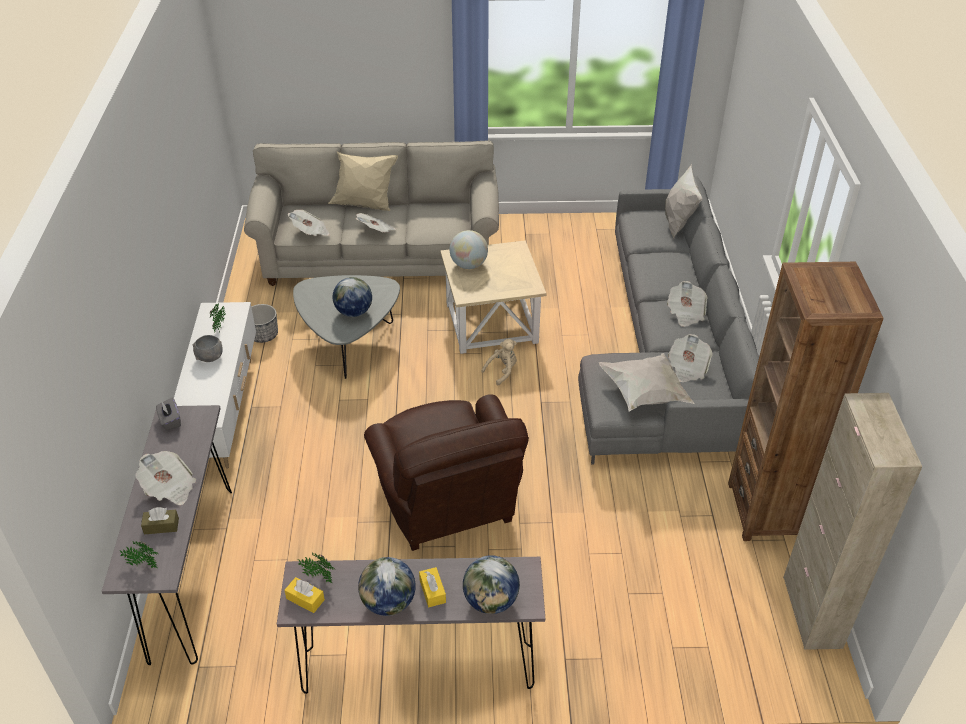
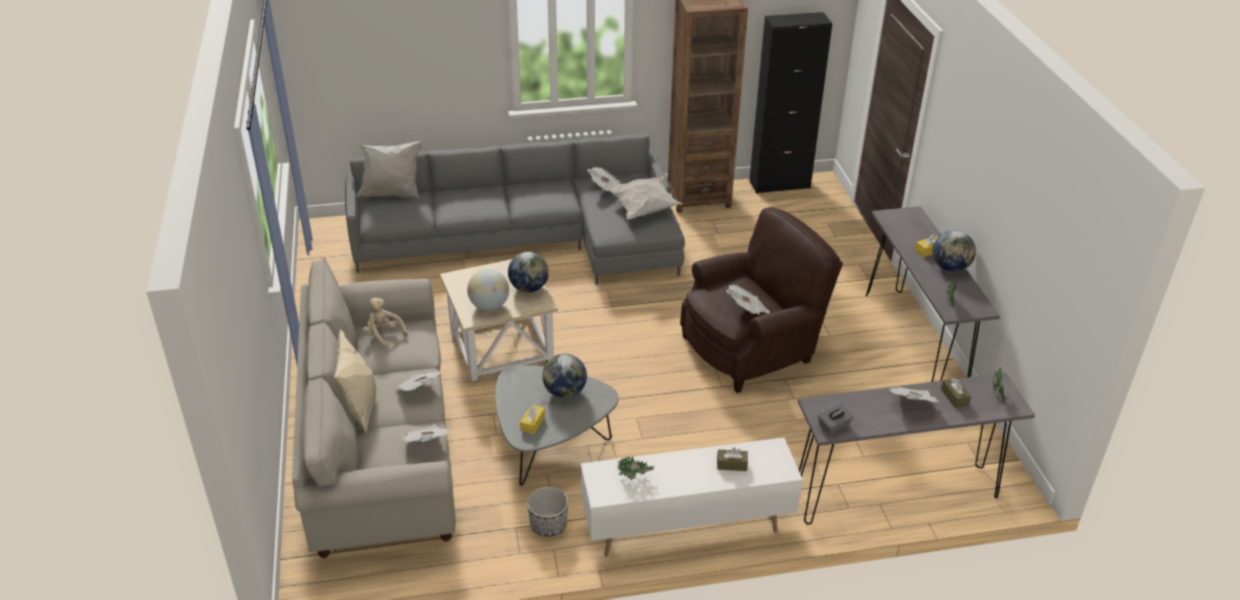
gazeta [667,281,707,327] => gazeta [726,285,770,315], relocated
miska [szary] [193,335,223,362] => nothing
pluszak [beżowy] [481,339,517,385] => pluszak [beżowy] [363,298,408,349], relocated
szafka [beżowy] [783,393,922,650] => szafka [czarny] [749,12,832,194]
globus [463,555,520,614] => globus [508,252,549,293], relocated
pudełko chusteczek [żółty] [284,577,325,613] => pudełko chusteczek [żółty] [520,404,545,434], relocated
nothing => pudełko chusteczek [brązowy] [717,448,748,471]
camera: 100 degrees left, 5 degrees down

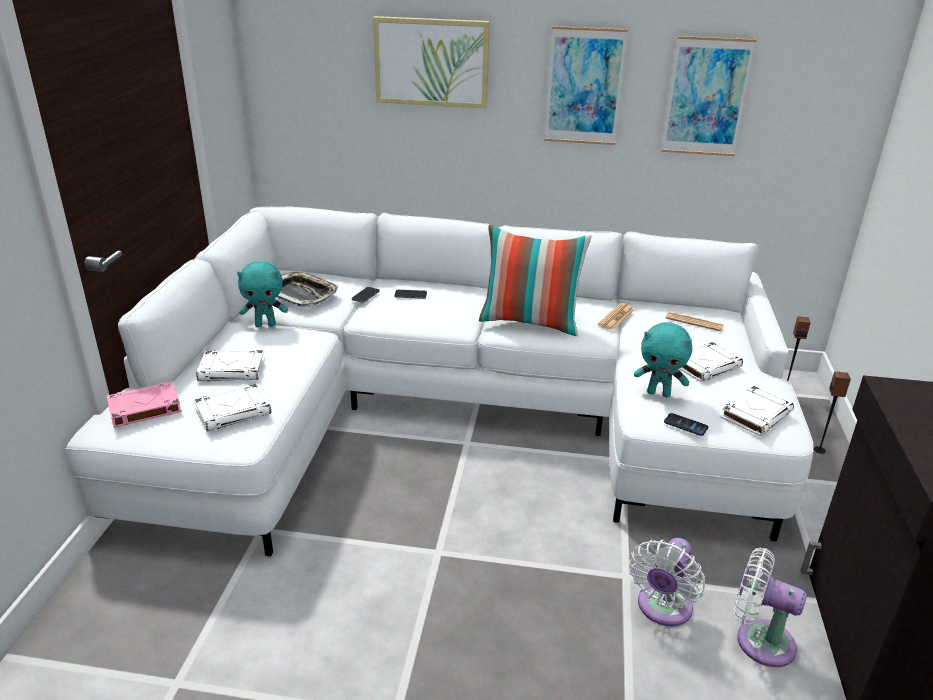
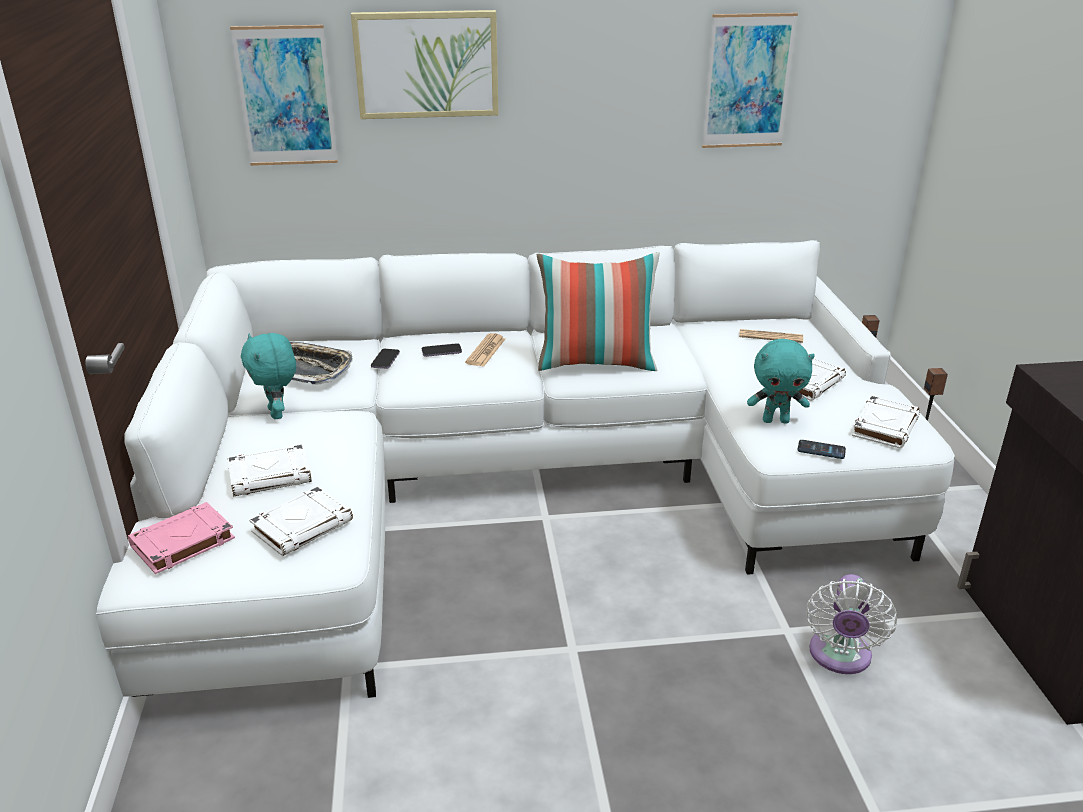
obraz [544,26,628,145] => obraz [230,25,338,166], relocated
pluszak [turkusowy] [237,261,288,327] => pluszak [turkusowy] [241,333,296,419], 90 degrees clockwise
gazeta [598,303,634,330] => gazeta [465,333,505,366], relocated
wentylator [biały] [734,548,807,667] => nothing
camera: 15 degrees left, 0 degrees up

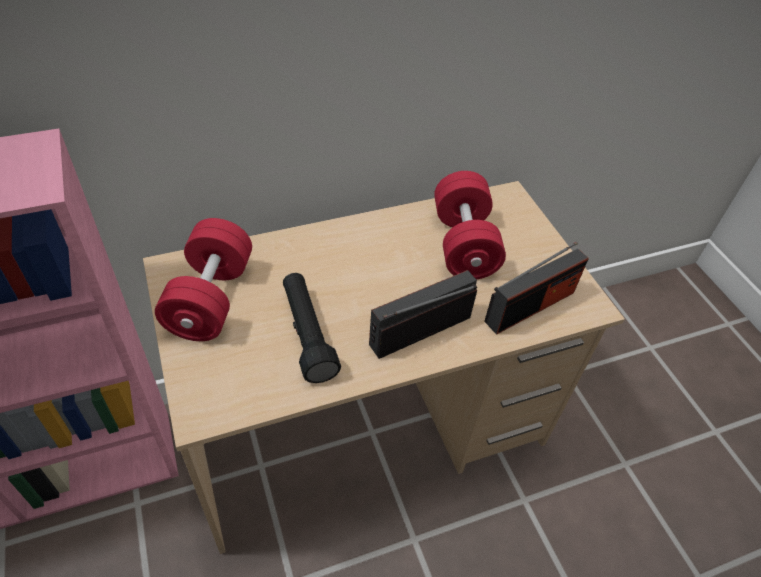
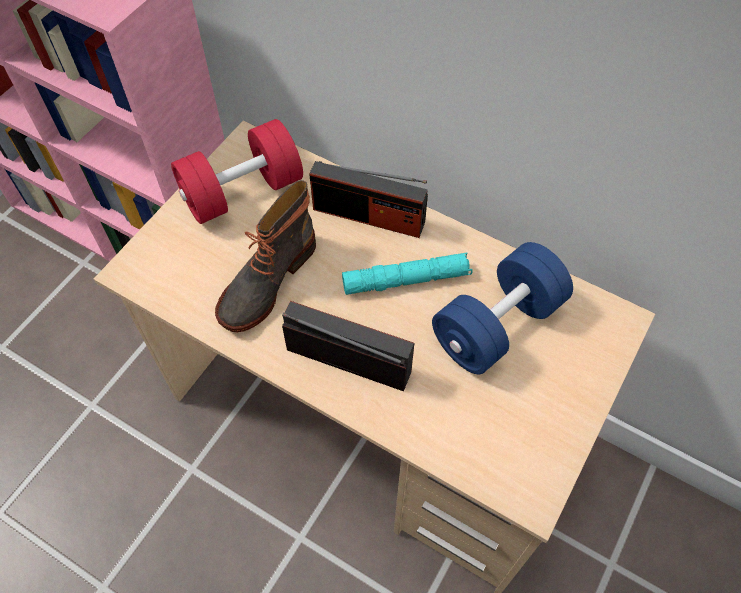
hantel [czerwony] [434,171,506,279] => hantel [niebieski] [432,242,573,375]
radio [484,242,589,335] => radio [309,161,428,238], relocated
latarka [czarny] [283,273,341,383] => but z cholewką [215,180,316,332]
nothing => latarka [turkusowy] [342,253,473,295]
camera: 55 degrees right, 10 degrees up

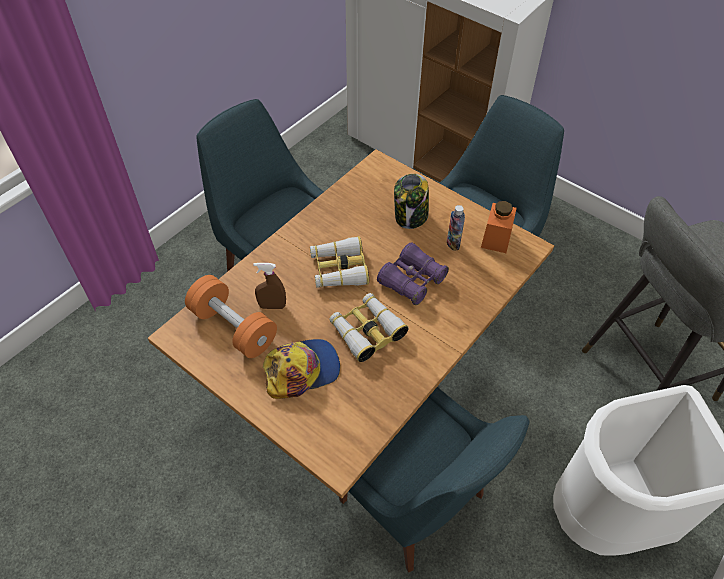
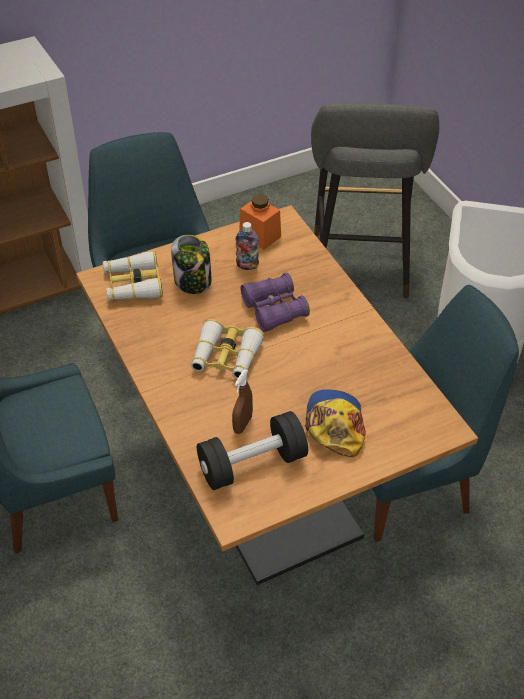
hantel [pomarańczowy] [185,275,277,358] => hantel [czarny] [197,411,308,490]
lornetka [329,293,409,362] => lornetka [103,251,163,301], relocated
camera: 65 degrees left, 5 degrees down

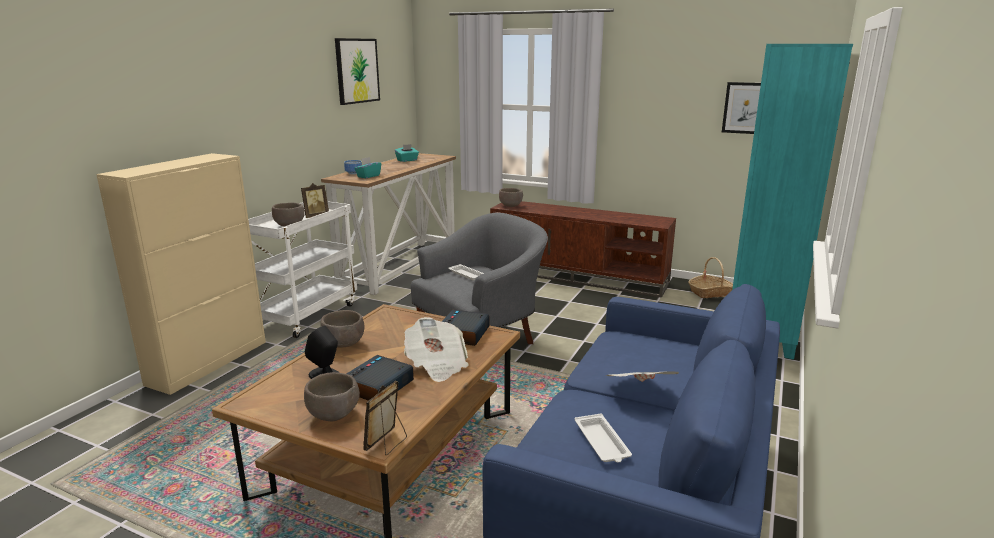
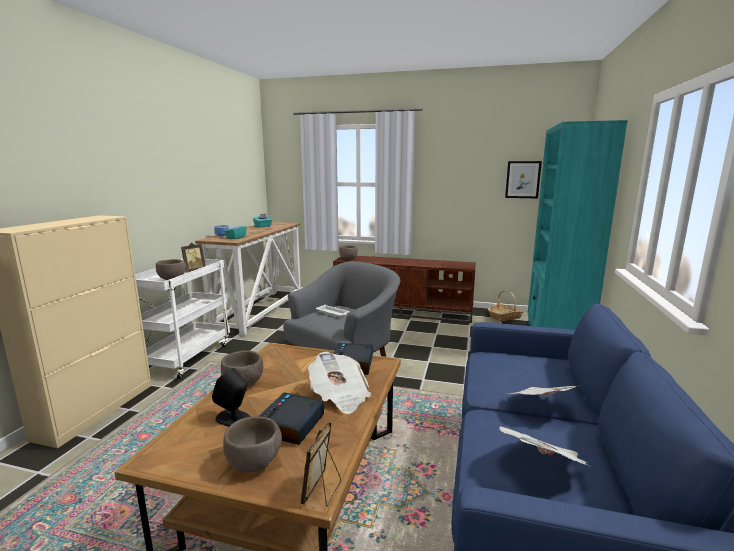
obraz [335,38,380,105] => nothing
taca [biały] [575,414,632,463] => gazeta [499,426,591,467]
camera: 10 degrees left, 5 degrees down

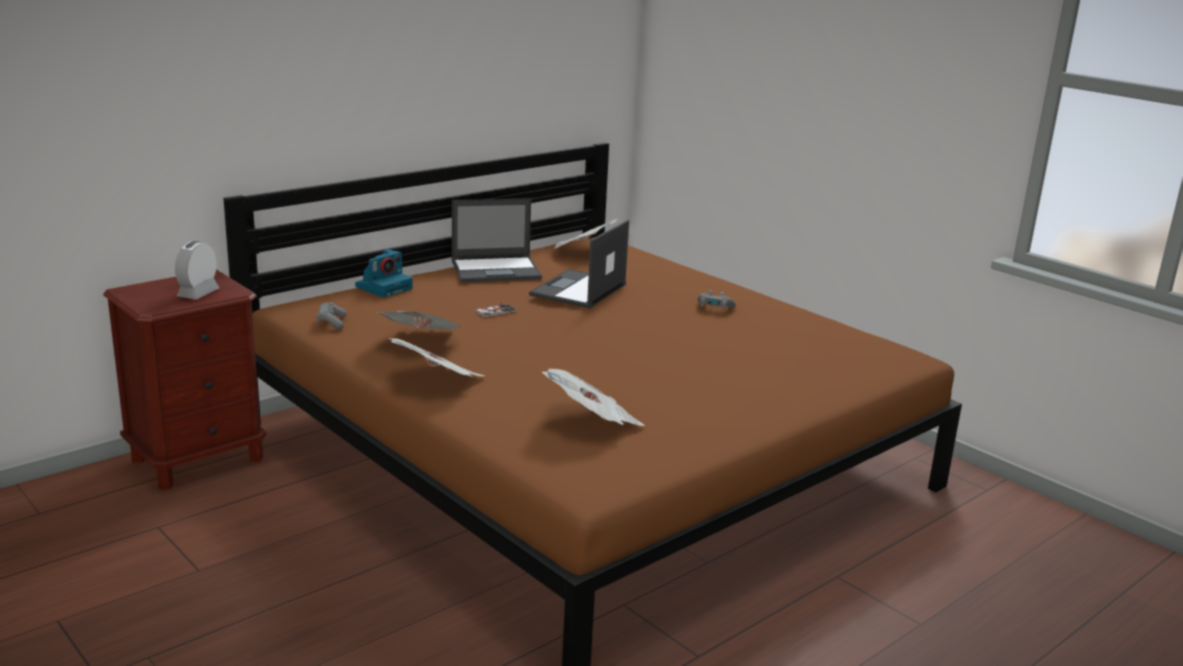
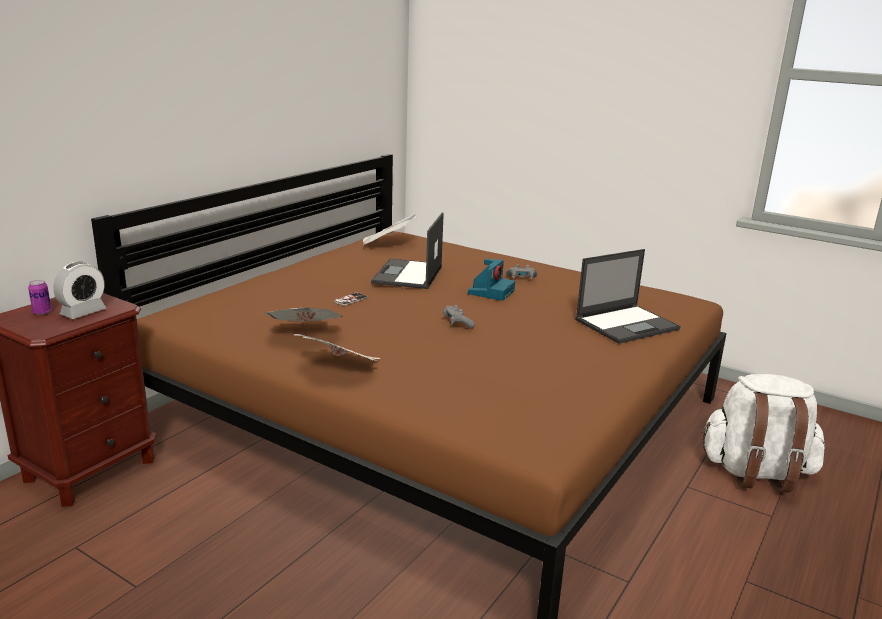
laptop [452,198,542,283] => laptop [575,249,681,344], relocated
budzik [175,241,219,299] => budzik [53,261,106,319], 150 degrees counterclockwise
aparat fotograficzny [355,249,413,297] => aparat fotograficzny [468,258,515,301], relocated
pad do gier [szary] [316,302,347,330] => pad do gier [szary] [443,305,475,329], relocated
gazeta [542,369,645,426] => nothing
nothing => puszka [28,280,51,315]
nothing => plecak [biały] [701,374,825,493]
camera: 15 degrees left, 0 degrees up

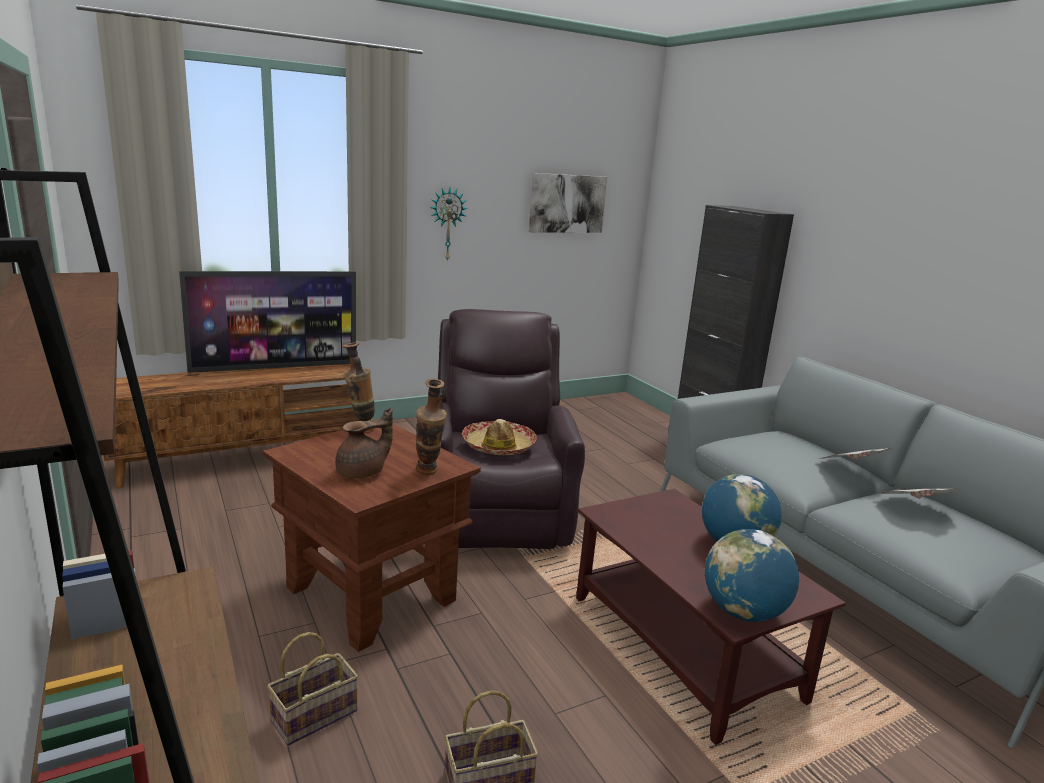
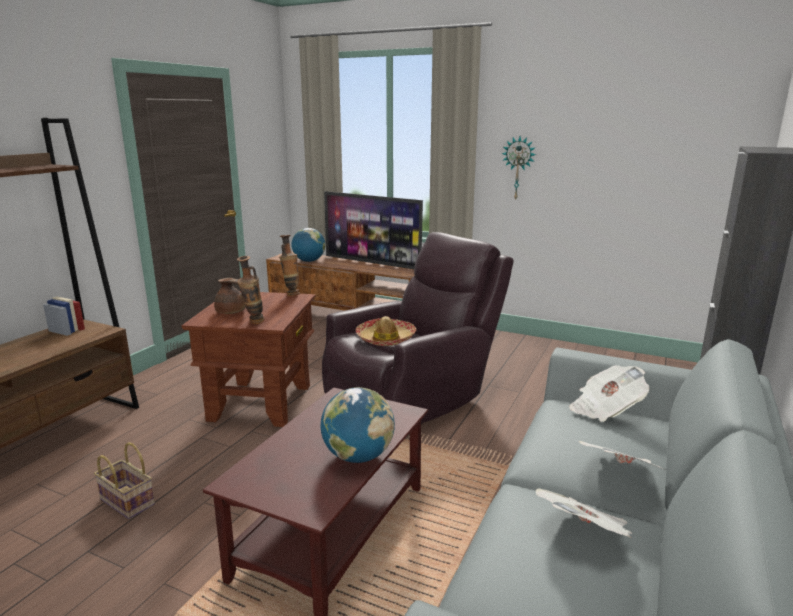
obraz [529,173,607,233] => nothing
globus [705,529,799,622] => globus [291,228,325,262], relocated
koszyk [267,632,358,746] => nothing
nothing => gazeta [569,365,649,422]
camera: 55 degrees right, 0 degrees up

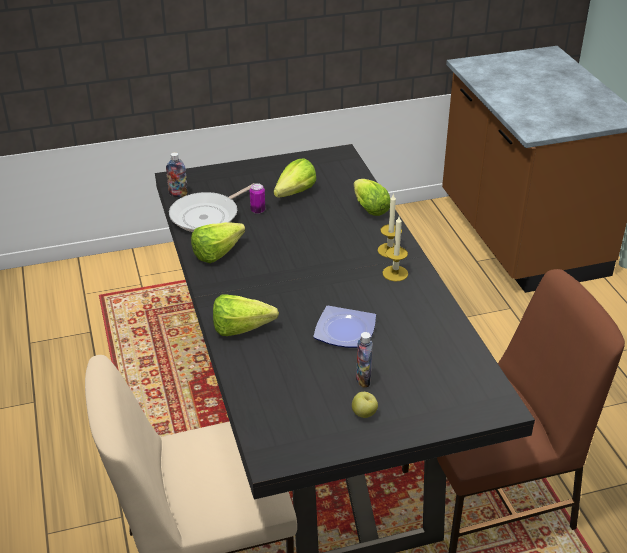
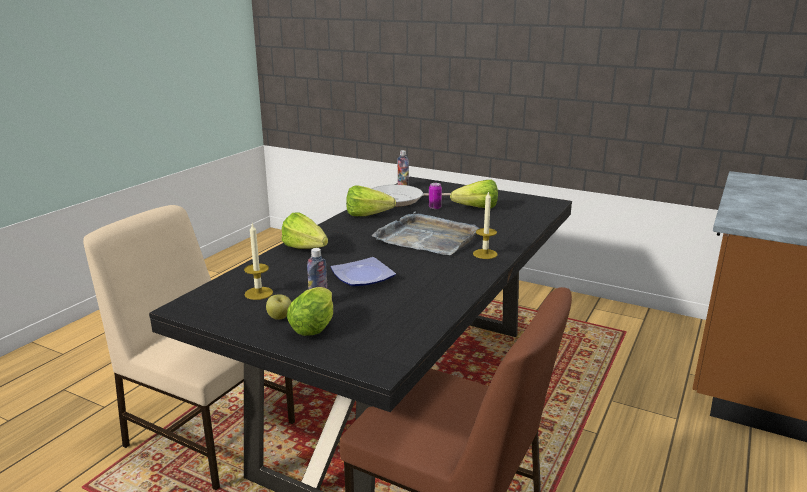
sałata [354,179,390,216] => sałata [287,287,333,336], relocated
świeca [382,216,408,281] => świeca [244,224,273,300], relocated
nothing => taca [szary] [372,212,480,255]
camera: 45 degrees right, 15 degrees down

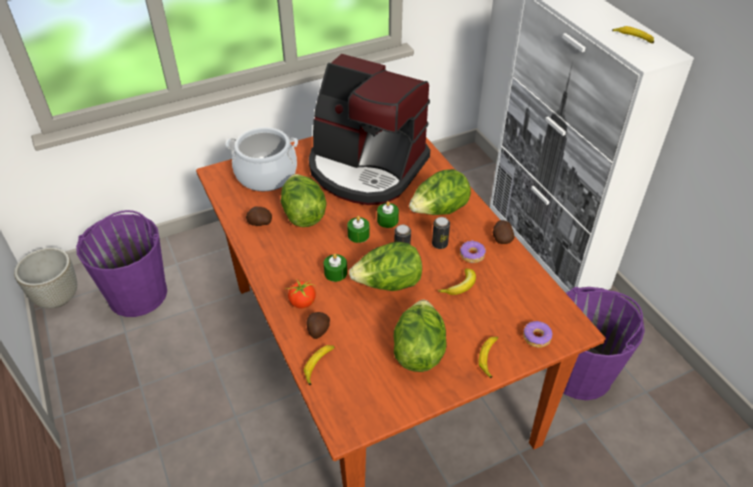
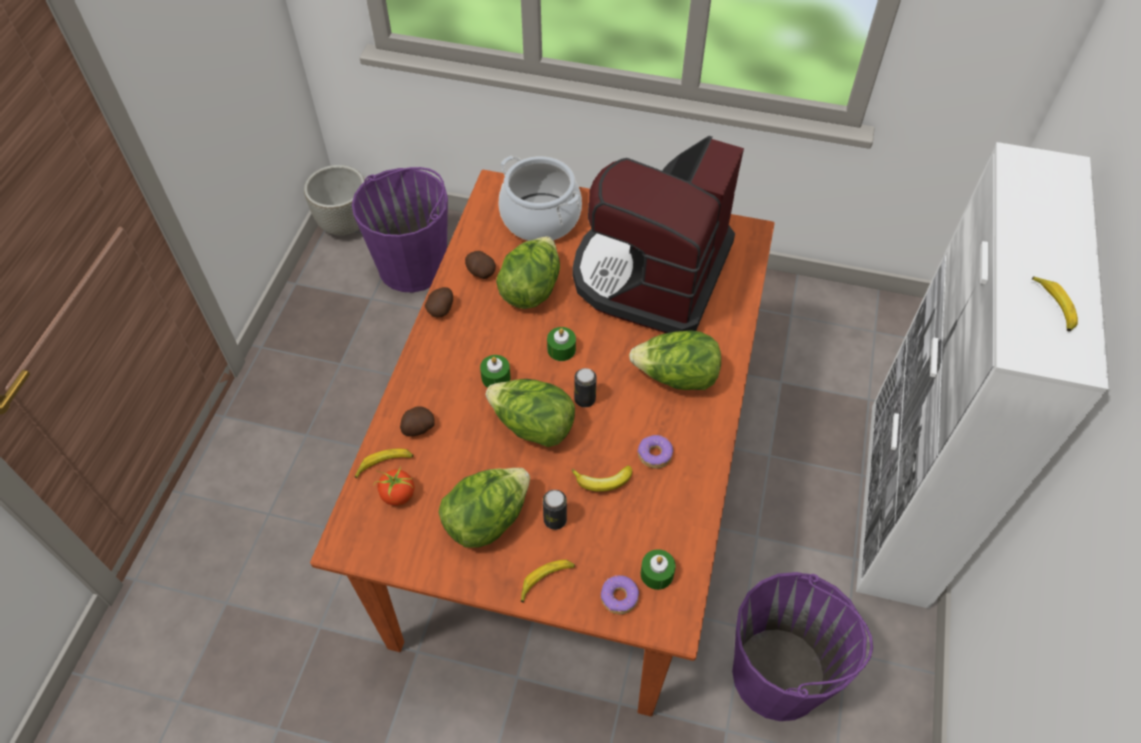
ekspres do kawy [309,54,430,205] => ekspres do kawy [572,136,744,333], 45 degrees clockwise
świeca [zielony] [377,201,399,228] => świeca [zielony] [641,549,676,590], relocated
puszka [432,217,450,249] => puszka [543,490,567,530], relocated
ziemniak [493,220,514,244] => ziemniak [425,287,453,317], relocated
pomidor [285,279,316,308] => pomidor [375,466,414,506], relocated
camera: 40 degrees right, 10 degrees up

